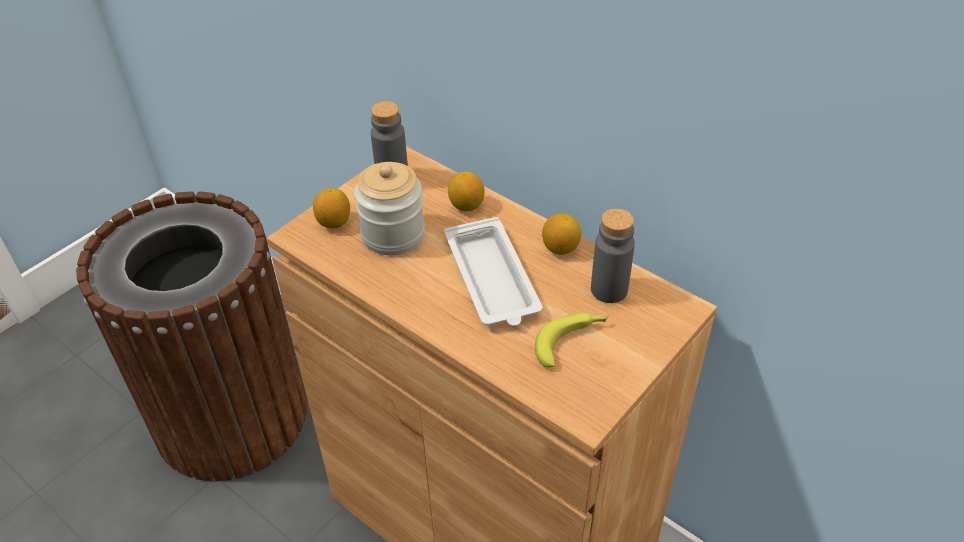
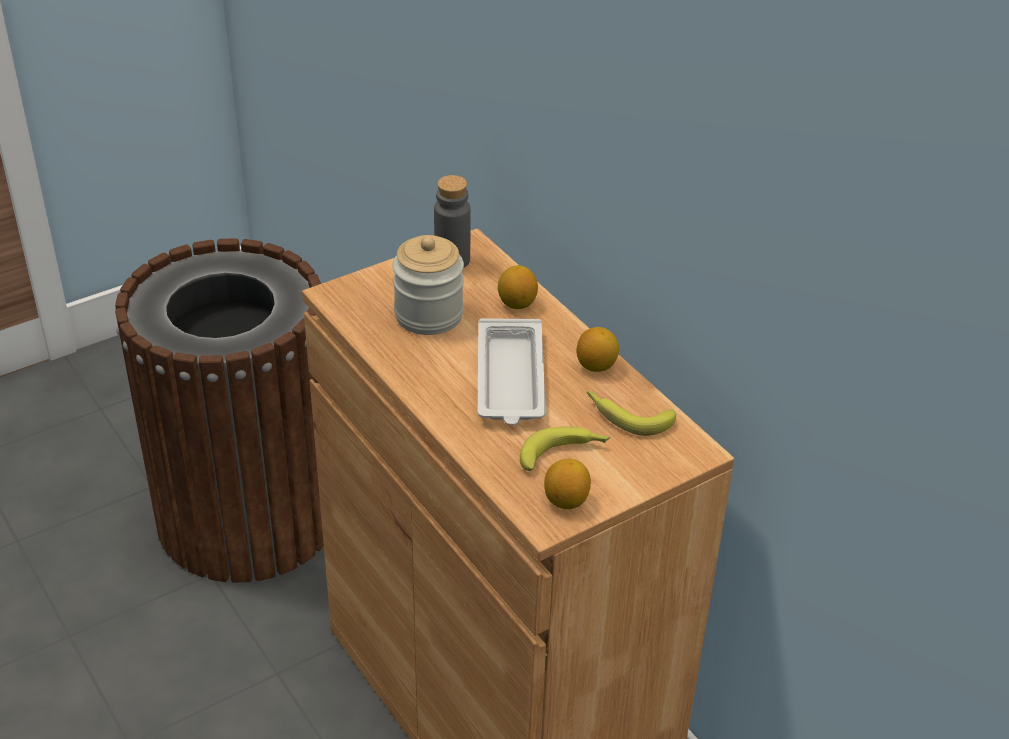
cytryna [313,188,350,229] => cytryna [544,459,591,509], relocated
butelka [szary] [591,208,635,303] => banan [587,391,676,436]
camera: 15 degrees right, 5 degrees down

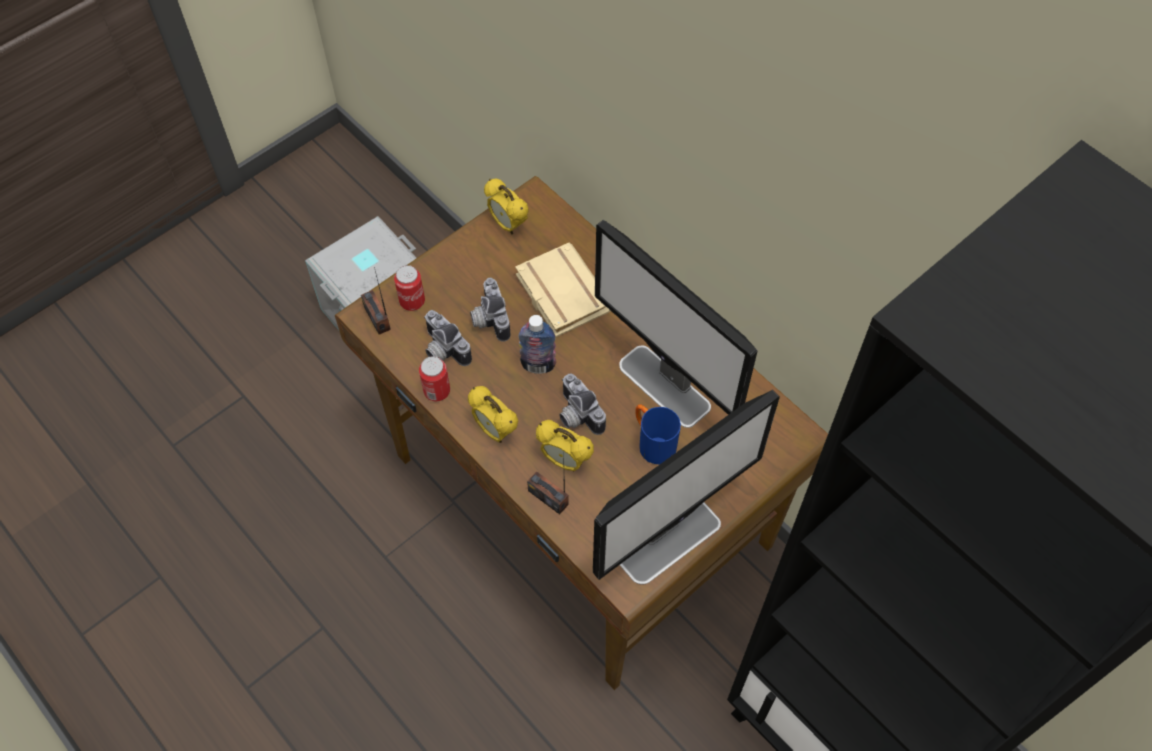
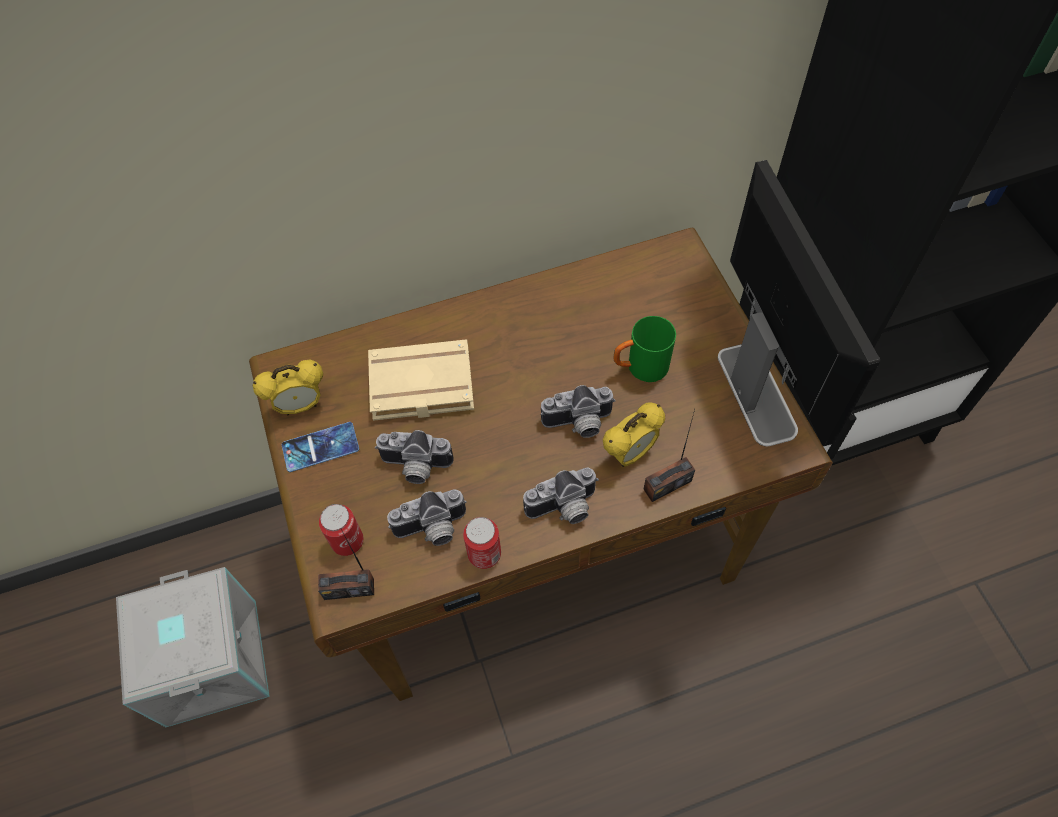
monitor [595,220,757,428] => nothing
butelka [518,315,556,374] => nothing
budzik [468,386,518,443] => aparat fotograficzny [523,468,599,524]
kubek [niebieski] [635,404,681,464] => kubek [zielony] [613,316,676,382]
nothing => telefon [282,422,359,472]
camera: 65 degrees left, 0 degrees up

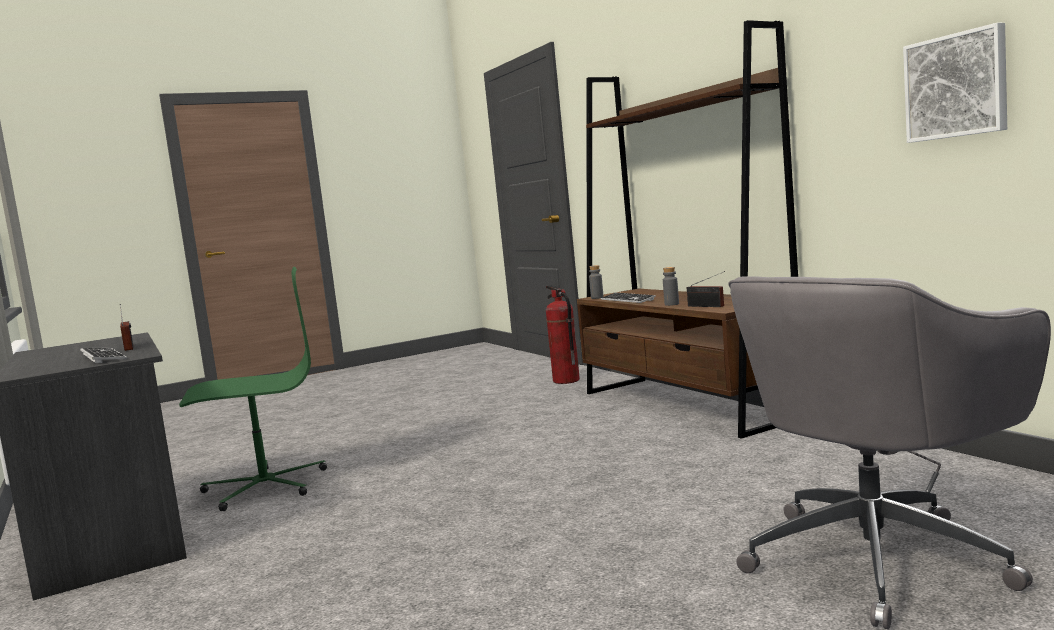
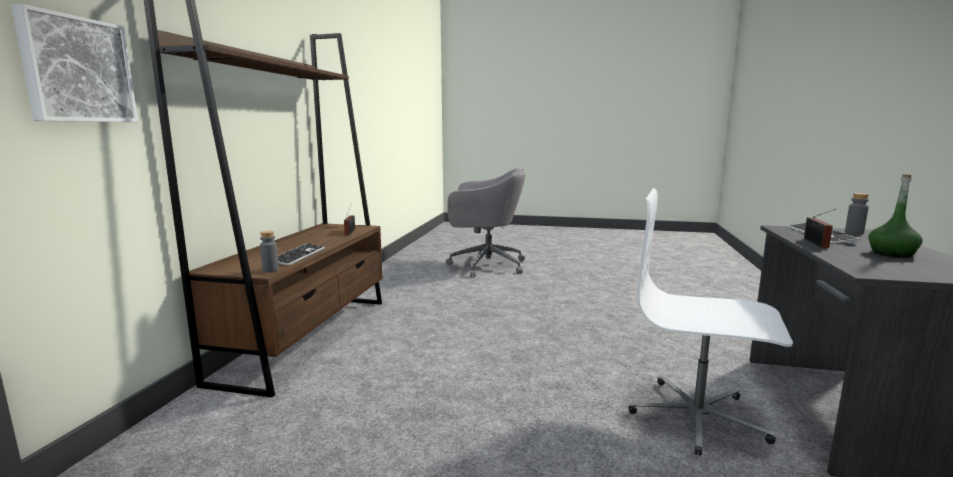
obraz [903,23,1007,143] => obraz [11,4,138,122], relocated
krzesło biurowe [zielony] [179,267,327,511] => krzesło biurowe [biały] [628,188,793,456]
butelka [szary] [663,267,679,306] => butelka [szary] [845,193,869,235], relocated
gaśnica [546,285,580,384] => nothing
nothing => butelka [zielony] [868,174,923,257]
camera: 140 degrees left, 5 degrees up

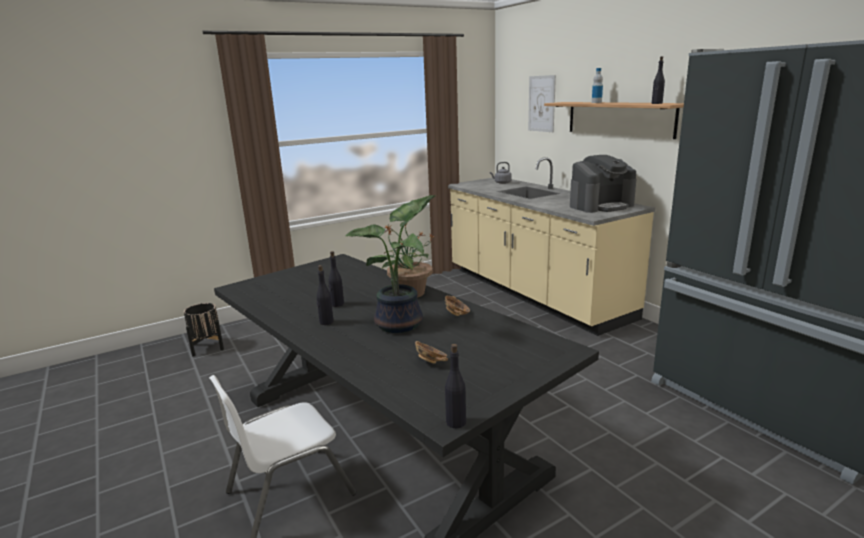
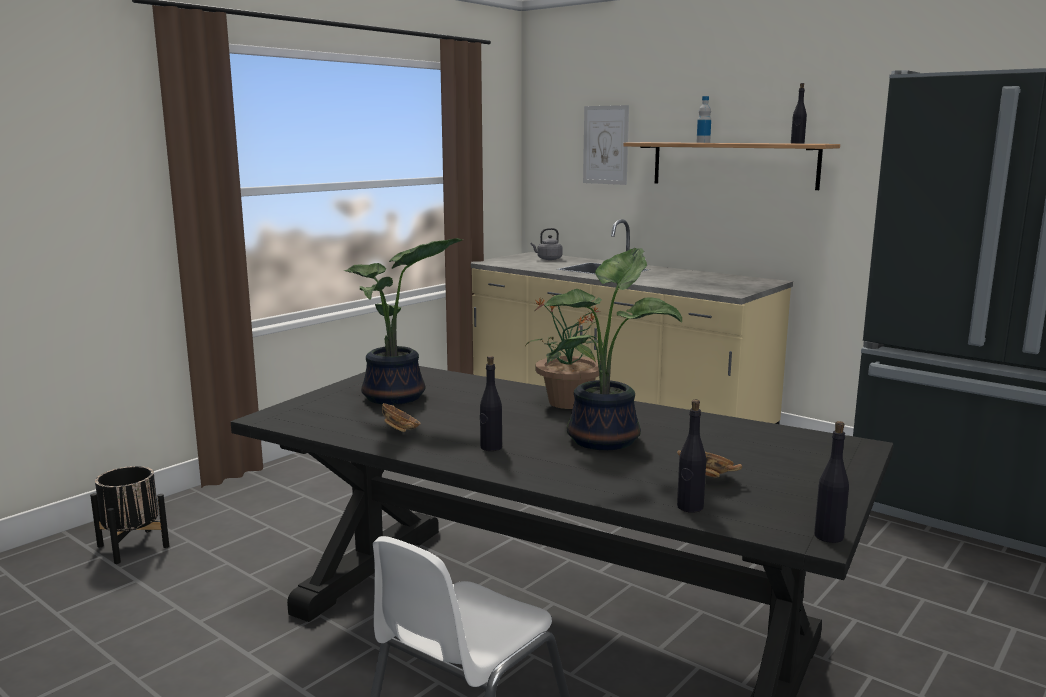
ekspres do kawy [570,155,637,213] => nothing
butelka [czarny] [329,251,344,307] => butelka [czarny] [677,400,706,513], relocated
miska [445,296,470,316] => miska [382,403,421,432], relocated
nothing => roślina doniczkowa [344,238,462,405]
camera: 20 degrees left, 5 degrees down

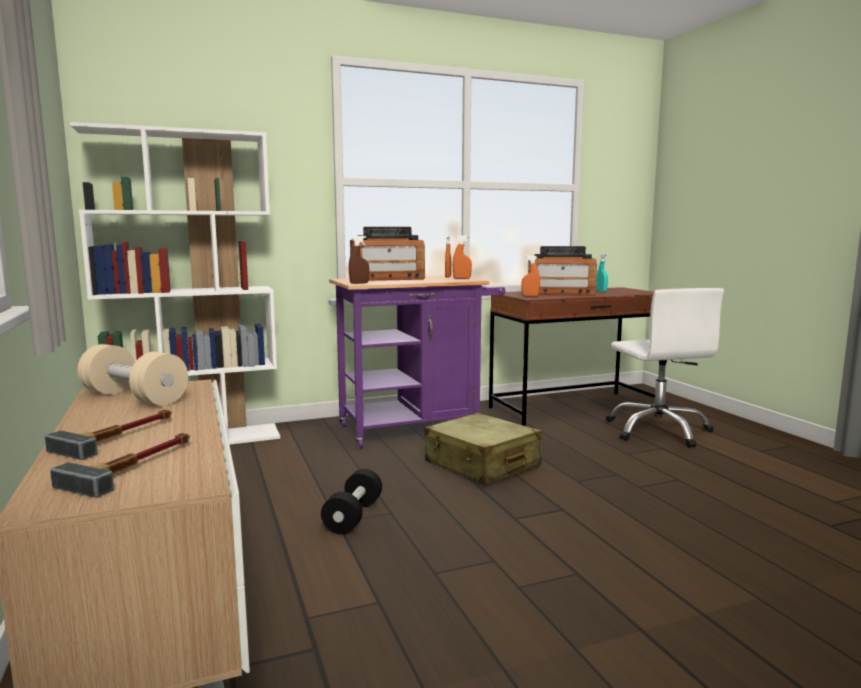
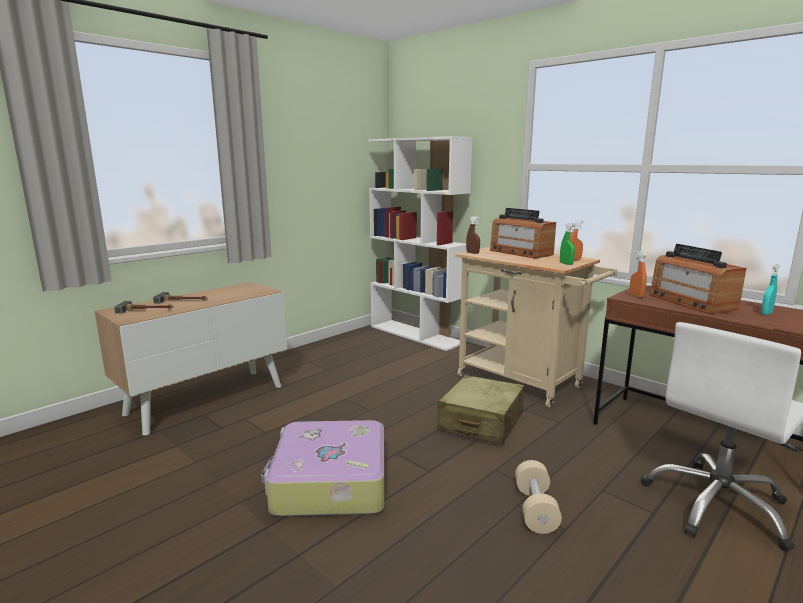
spryskiwacz [pomarańczowy] [453,235,472,279] => spryskiwacz [zielony] [560,223,575,265]
wózek [fioletowy] [329,275,505,449] => wózek [beżowy] [455,247,618,407]
hantel [beżowy] [77,344,188,406] => hantel [beżowy] [515,460,562,534], relocated
hantel [czarny] [321,469,382,534] => nothing
nothing => walizka [261,420,385,516]
camera: 65 degrees right, 5 degrees up

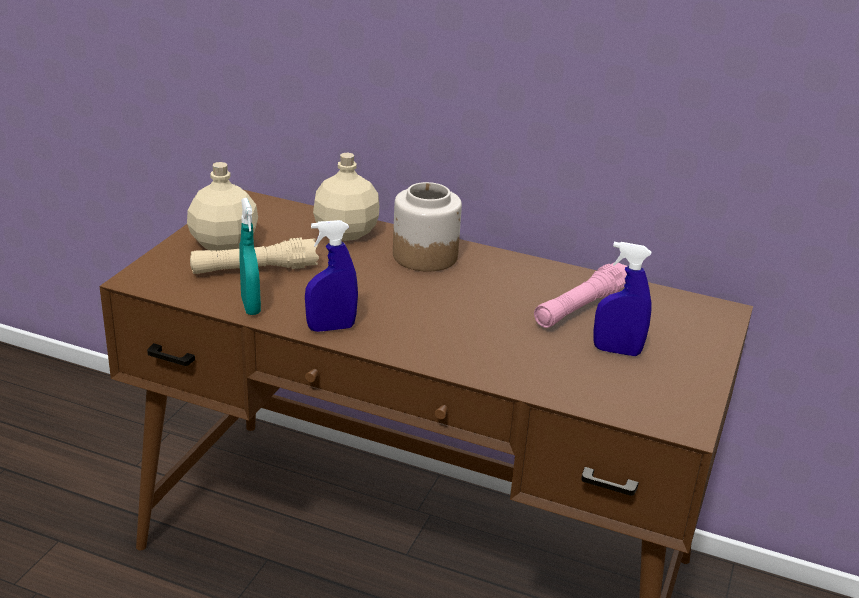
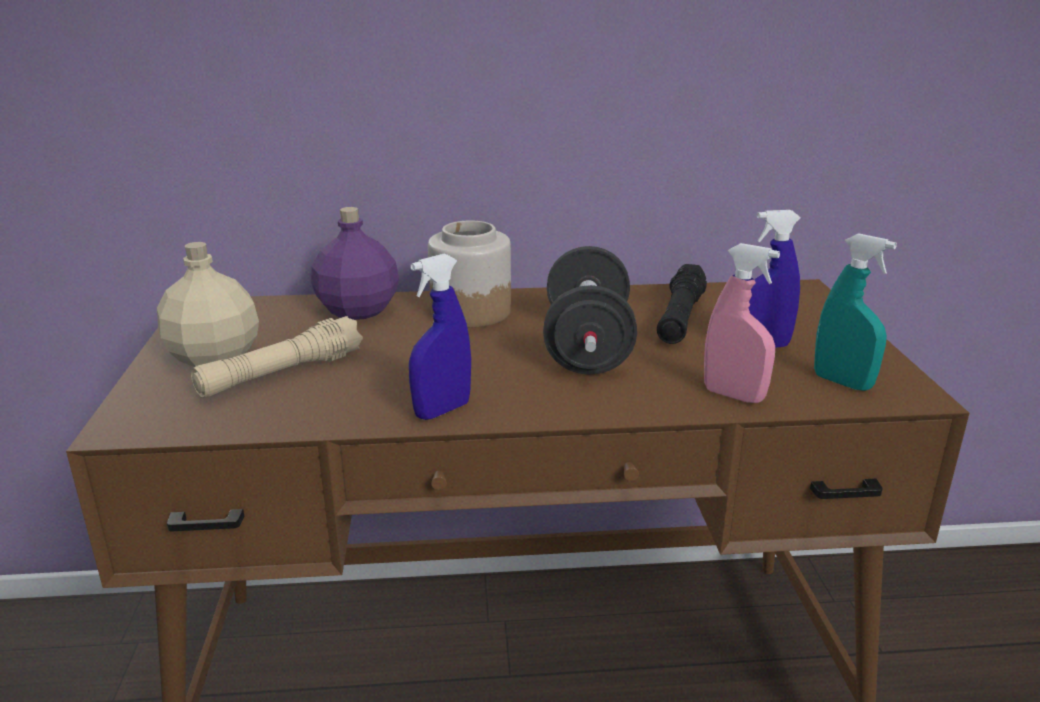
butelka [beżowy] [313,153,379,241] => butelka [fioletowy] [311,207,399,320]
spryskiwacz [turkusowy] [239,198,261,315] => spryskiwacz [turkusowy] [814,233,897,391], relocated
latarka [różowy] [534,262,627,328] => latarka [czarny] [657,264,707,344]
nothing => spryskiwacz [różowy] [704,243,780,403]
nothing => hantel [czarny] [543,246,637,375]
camera: 25 degrees left, 5 degrees down

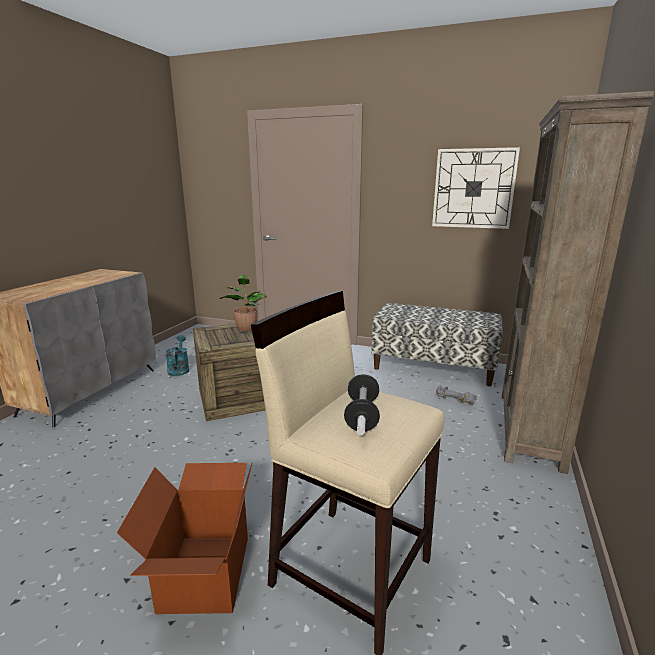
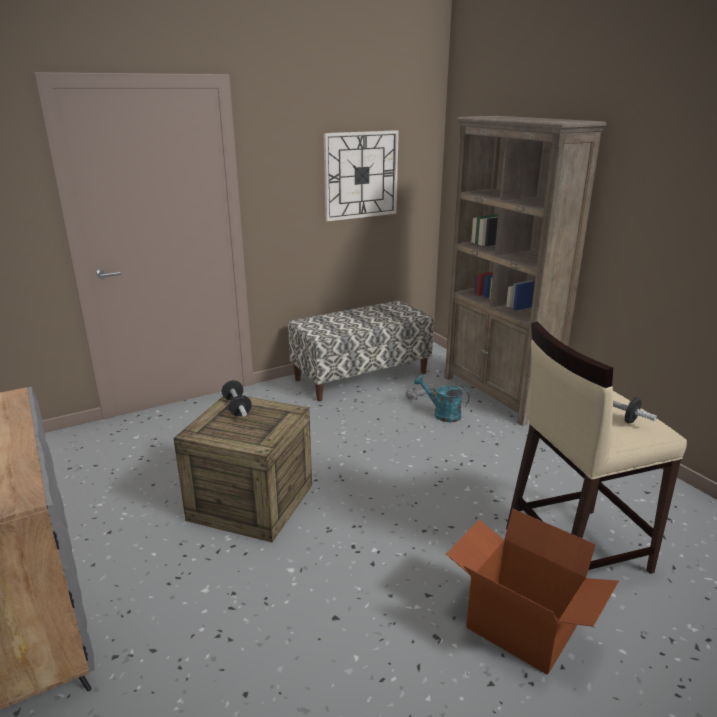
roślina doniczkowa [220,274,267,331] => hantel [222,380,252,417]
konewka [turkusowy] [166,335,189,376] => konewka [turkusowy] [414,375,470,422], relocated
camera: 50 degrees left, 5 degrees up

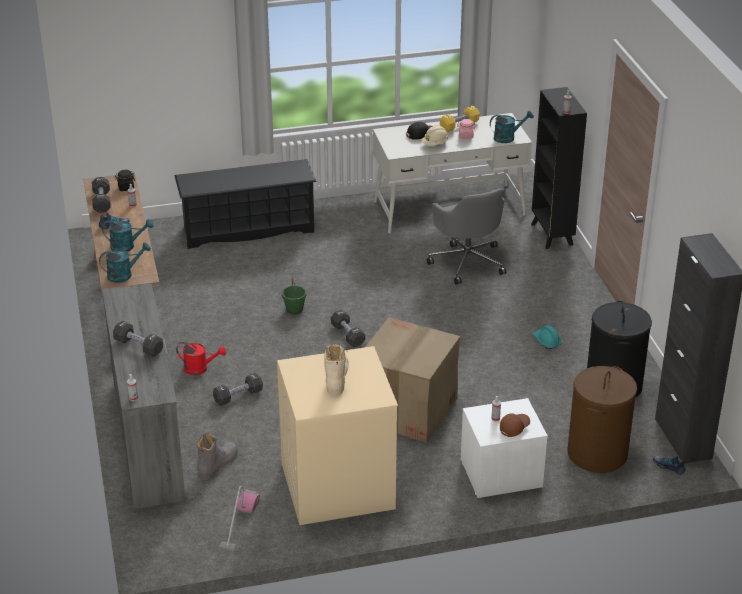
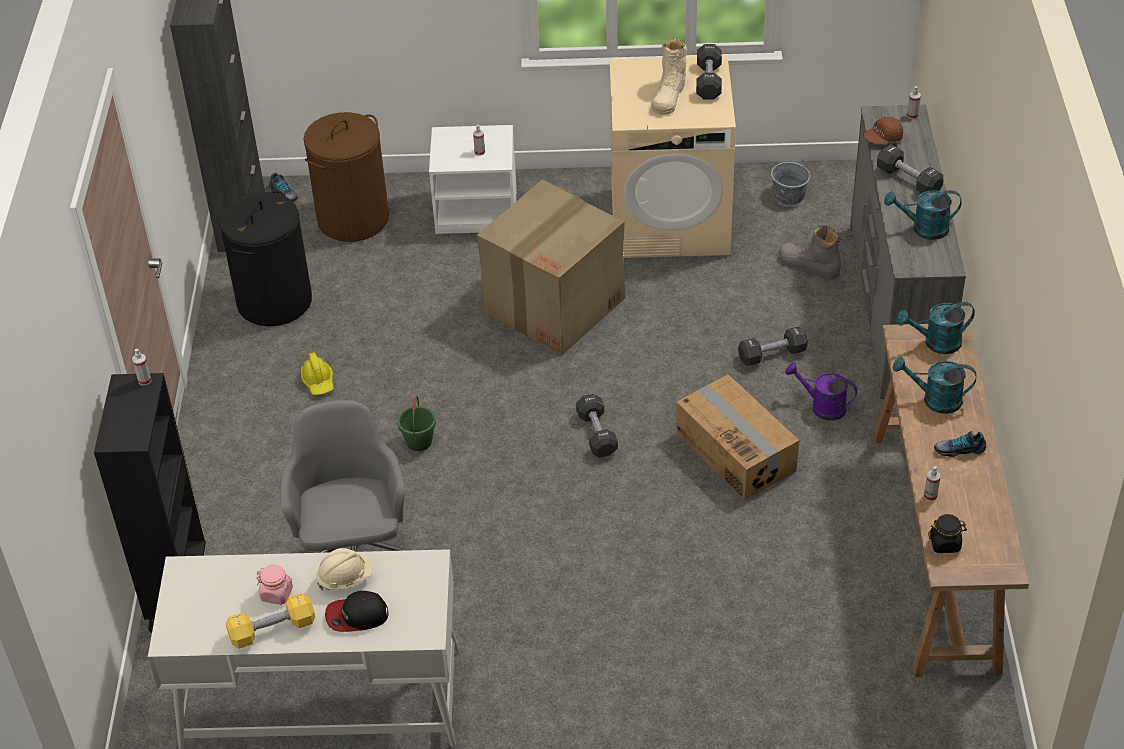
konewka [turkusowy] [490,110,534,143] => konewka [turkusowy] [884,190,962,240], relocated
regał na buty [czarny] [174,159,316,249] => nothing
hantel [czarny] [92,177,111,213] => hantel [czarny] [696,44,722,99], relocated
wiadro [zielony] [282,277,307,314] => wiadro [zielony] [397,396,436,451], relocated
kask [turkusowy] [533,325,563,349] => kask [żółty] [301,352,334,395]
konewka [czerwony] [176,342,226,375] => konewka [fioletowy] [785,362,857,421]
czapka z daszkiem [brązowy] [500,413,530,437] => czapka z daszkiem [brązowy] [863,117,903,145], relocated
but z cholewką [szary] [196,433,237,480] => but z cholewką [szary] [779,225,841,280], 75 degrees clockwise
odkurzacz [219,485,260,550] => wiadro [szary] [771,157,810,205]
nothing => karton [676,375,799,500]
camera: 165 degrees left, 10 degrees up

